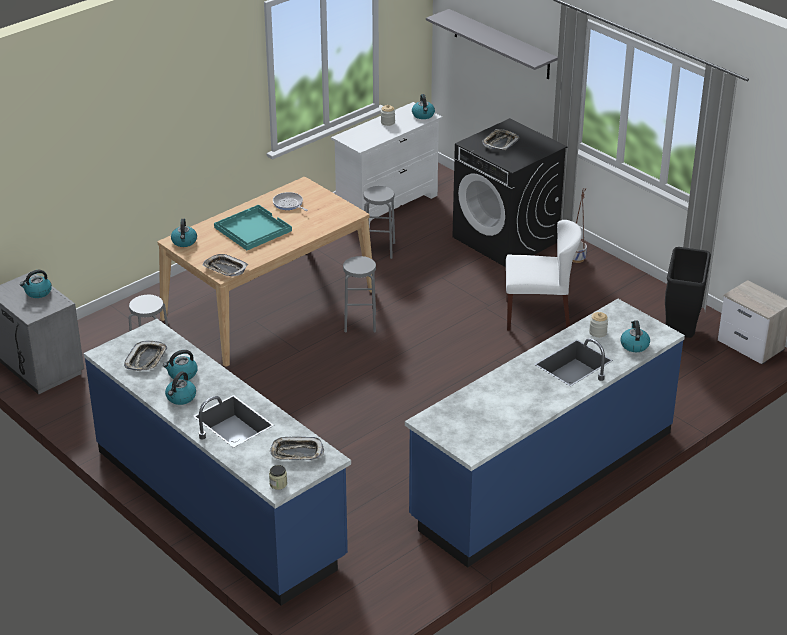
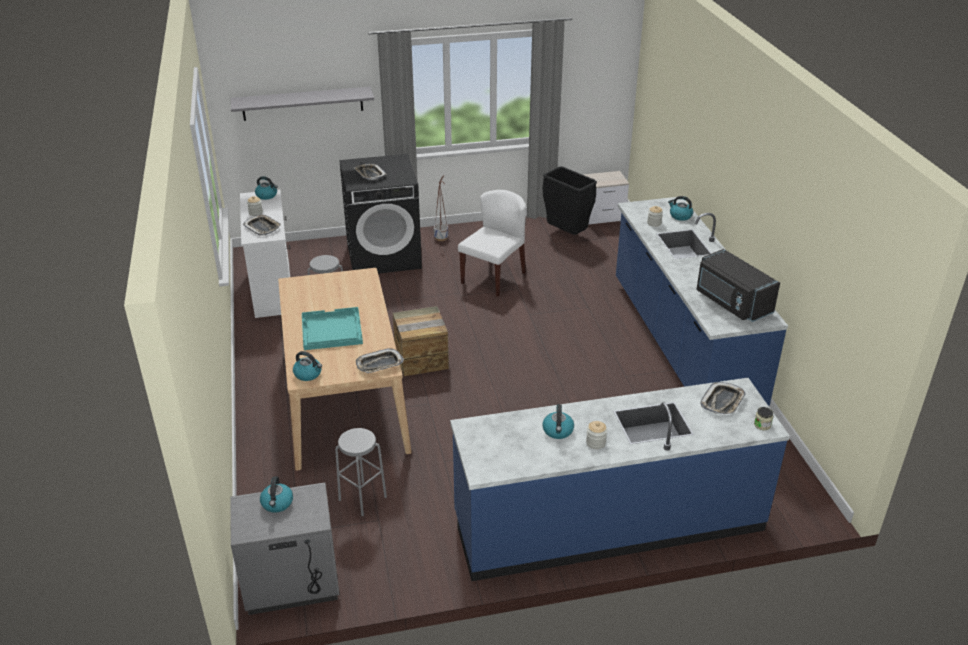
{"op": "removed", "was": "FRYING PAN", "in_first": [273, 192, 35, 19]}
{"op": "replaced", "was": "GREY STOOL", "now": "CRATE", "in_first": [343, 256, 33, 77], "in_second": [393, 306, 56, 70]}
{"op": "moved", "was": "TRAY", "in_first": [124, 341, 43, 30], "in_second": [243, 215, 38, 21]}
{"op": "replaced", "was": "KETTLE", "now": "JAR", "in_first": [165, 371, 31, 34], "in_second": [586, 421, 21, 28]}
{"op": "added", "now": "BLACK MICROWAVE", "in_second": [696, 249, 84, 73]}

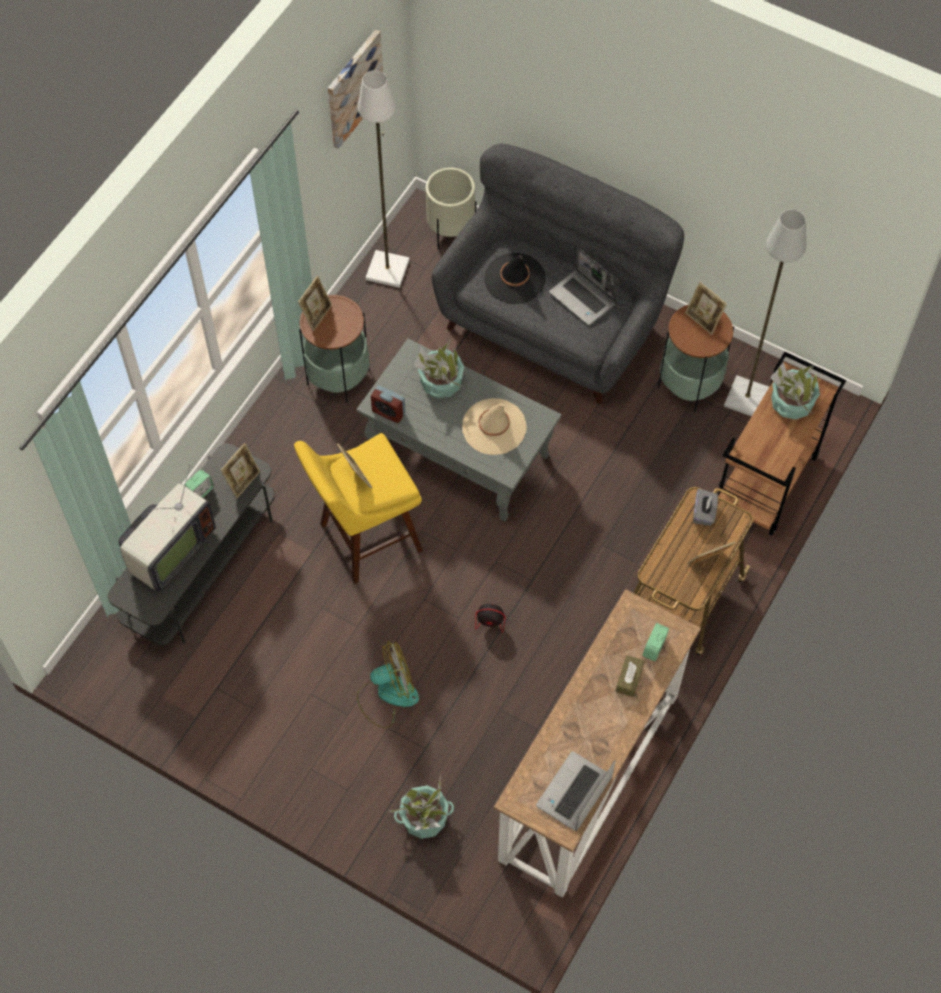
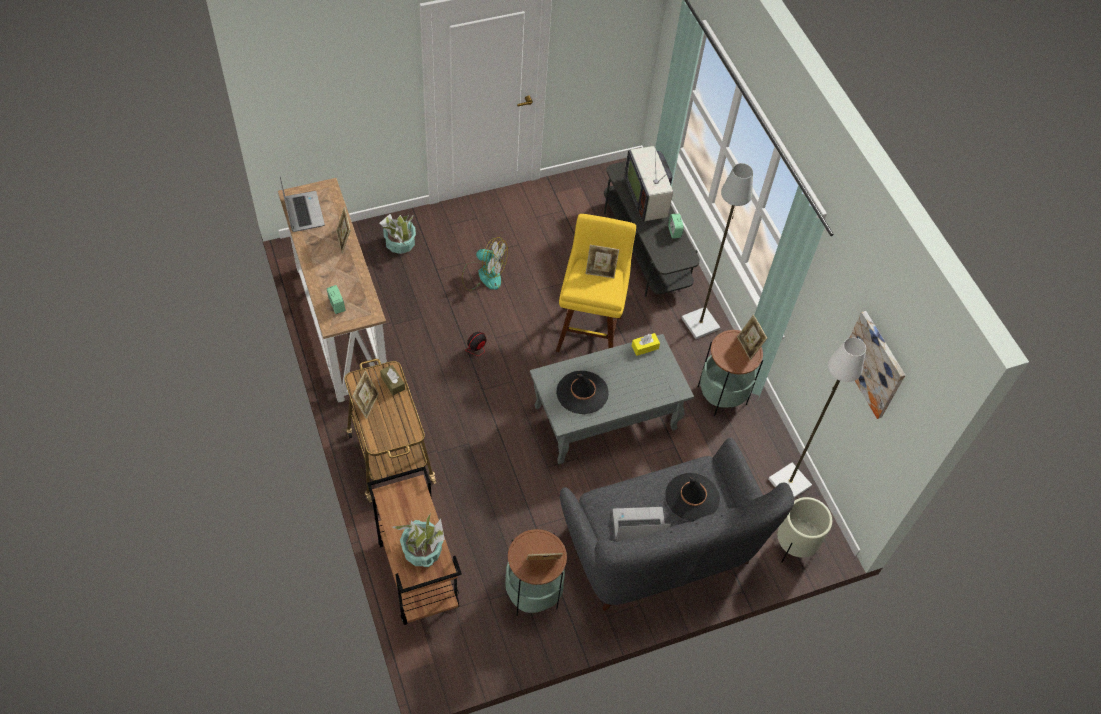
{"op": "moved", "was": "GREY FLOOR LAMP", "in_first": [724, 209, 82, 207], "in_second": [681, 163, 72, 176]}
{"op": "removed", "was": "POTTED PLANT", "in_first": [414, 341, 50, 57]}
{"op": "replaced", "was": "ALARM CLOCK", "now": "YELLOW TISSUE BOX", "in_first": [371, 385, 34, 38], "in_second": [632, 333, 28, 23]}
{"op": "recoloured", "was": "BEIGE HAT", "now": "BLACK HAT", "in_first": [462, 398, 65, 57], "in_second": [556, 371, 53, 43]}
{"op": "moved", "was": "PICTURE FRAME", "in_first": [221, 443, 39, 55], "in_second": [336, 207, 15, 46]}
{"op": "removed", "was": "GREY TISSUE BOX", "in_first": [693, 489, 25, 37]}
{"op": "turned", "was": "FAN", "in_first": [357, 641, 62, 88], "in_second": [462, 237, 46, 54], "clockwise": -90}
{"op": "moved", "was": "BROWN TISSUE BOX", "in_first": [616, 655, 28, 42], "in_second": [380, 365, 25, 30]}

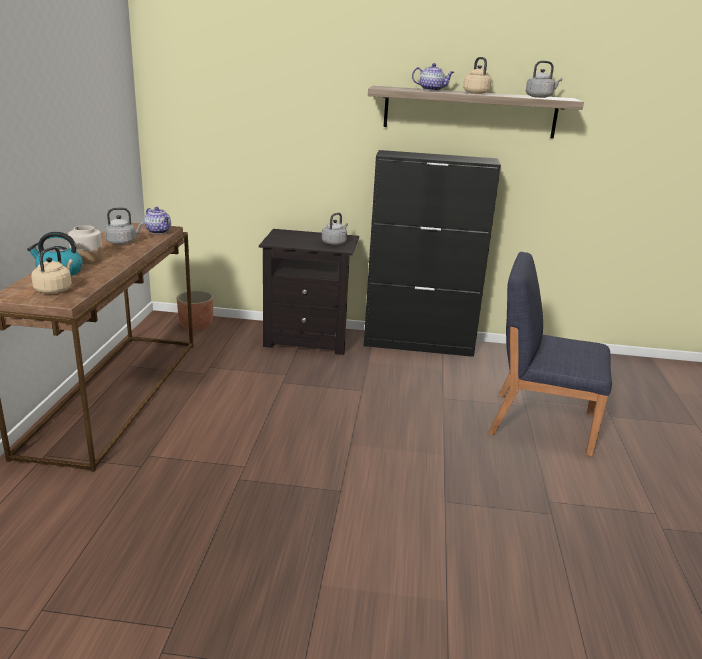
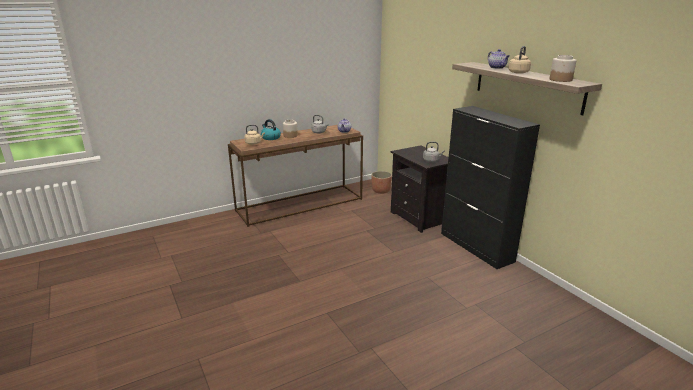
{"op": "replaced", "was": "GREY KETTLE", "now": "JAR", "in_first": [526, 61, 36, 37], "in_second": [550, 55, 26, 27]}
{"op": "removed", "was": "BLUE CHAIR", "in_first": [488, 252, 124, 205]}

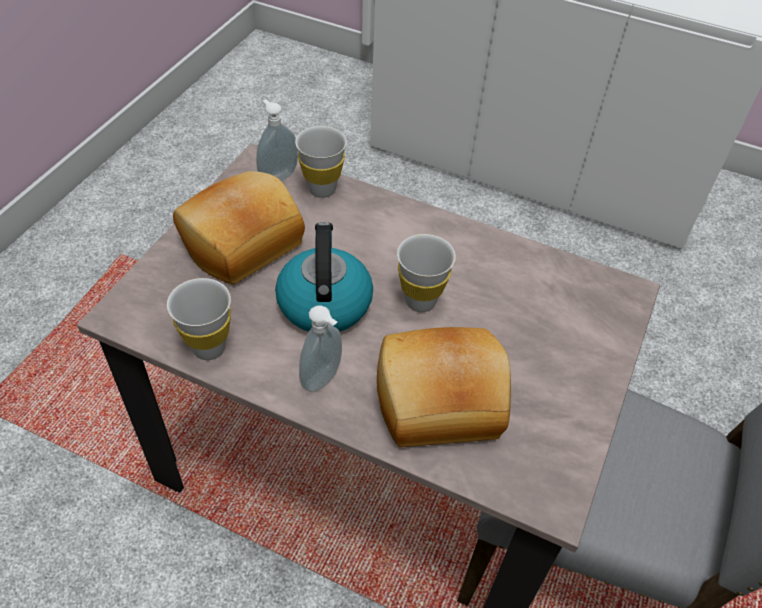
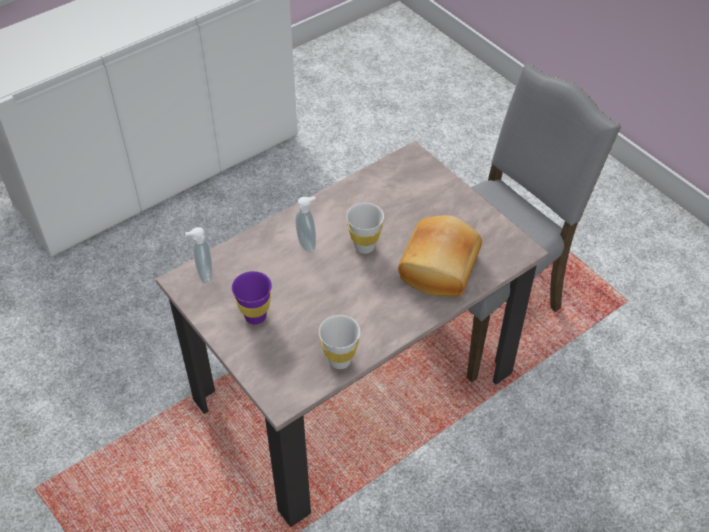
{"op": "removed", "was": "WHITE CUP", "in_first": [295, 126, 52, 72]}
{"op": "replaced", "was": "BREAD", "now": "PURPLE CUP", "in_first": [173, 171, 132, 113], "in_second": [232, 271, 40, 54]}
{"op": "removed", "was": "KETTLE", "in_first": [275, 222, 98, 110]}
{"op": "moved", "was": "SOAP DISPENSER", "in_first": [299, 305, 43, 88], "in_second": [296, 196, 20, 56]}

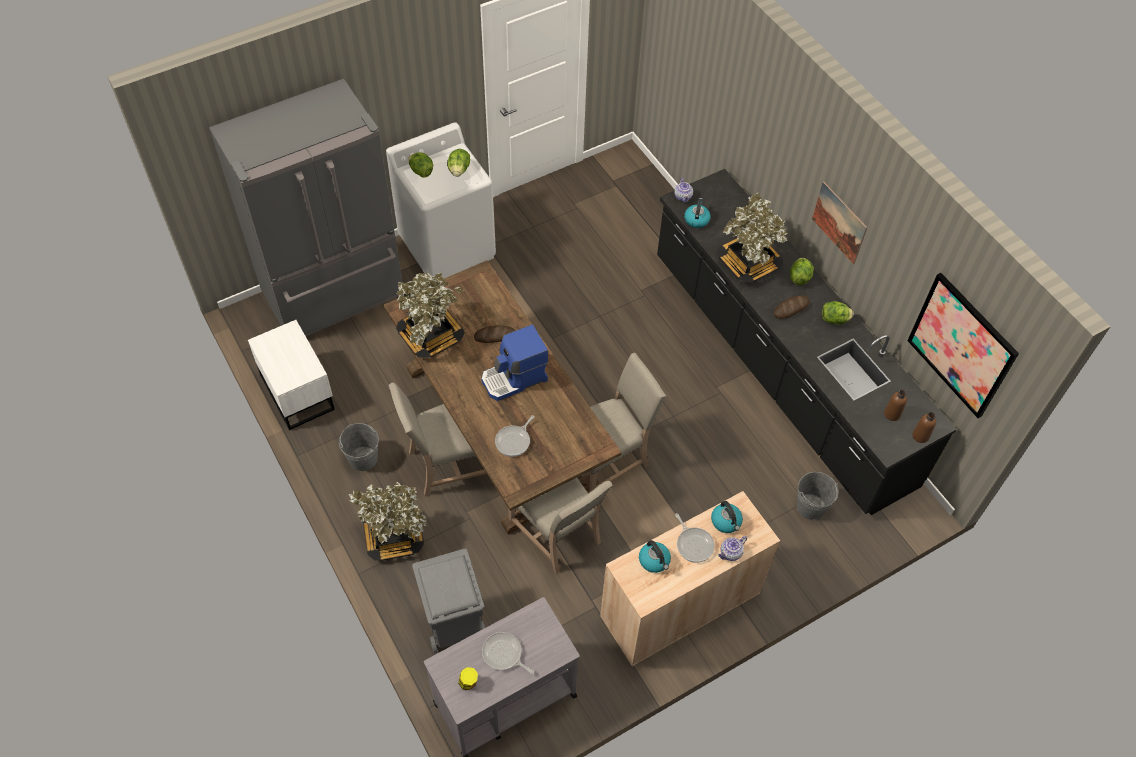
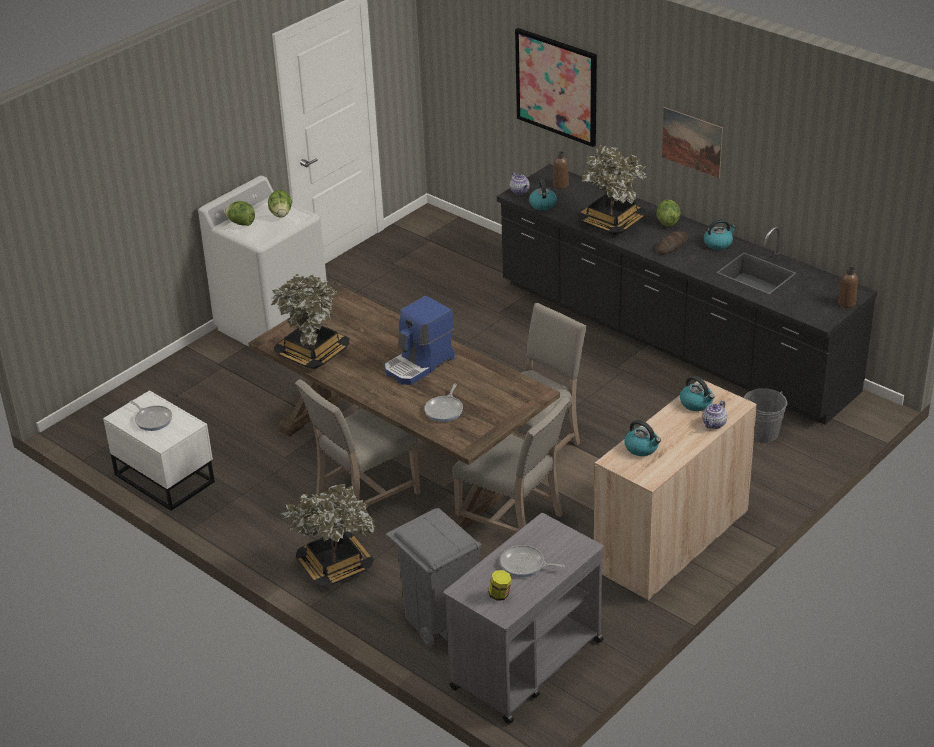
{"op": "removed", "was": "GREY FRIDGE", "in_first": [209, 79, 194, 257]}
{"op": "moved", "was": "PICTURE", "in_first": [907, 273, 112, 145], "in_second": [515, 28, 82, 119]}
{"op": "replaced", "was": "LETTUCE", "now": "KETTLE", "in_first": [822, 301, 31, 24], "in_second": [704, 219, 32, 31]}
{"op": "removed", "was": "BREAD", "in_first": [474, 325, 41, 18]}
{"op": "moved", "was": "BROWN BOTTLE", "in_first": [884, 390, 23, 31], "in_second": [553, 151, 16, 38]}
{"op": "removed", "was": "GREY BUCKET", "in_first": [339, 423, 40, 48]}
{"op": "moved", "was": "FRYING PAN", "in_first": [675, 513, 40, 50], "in_second": [129, 400, 43, 31]}

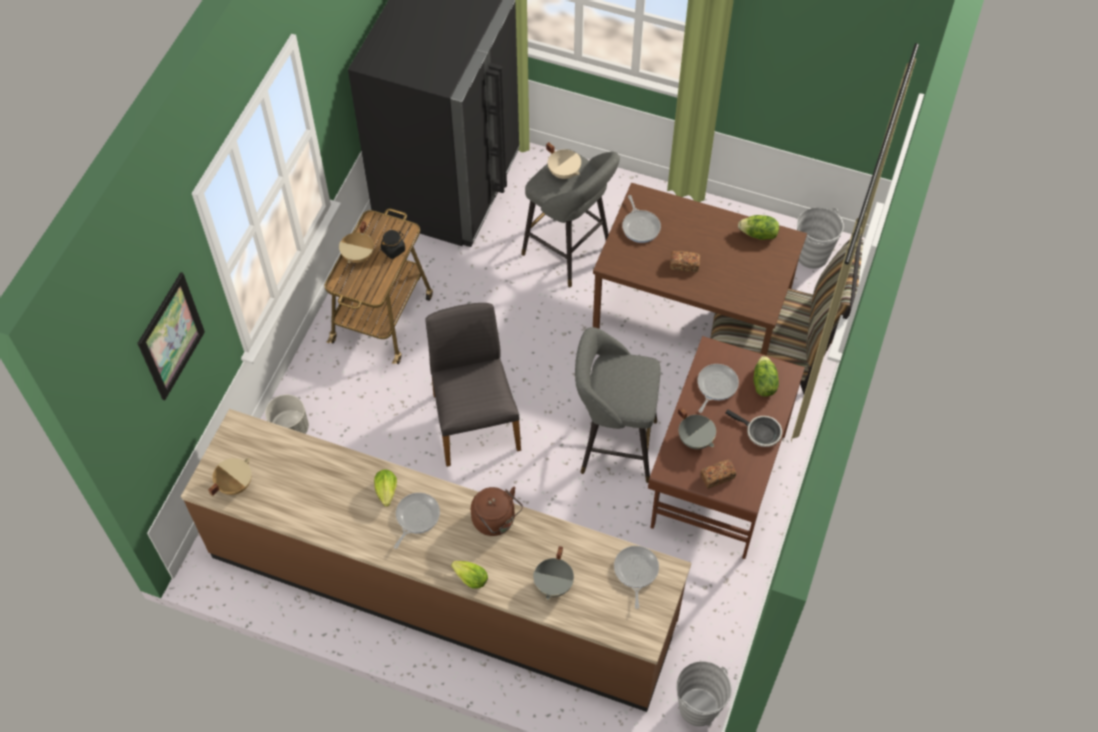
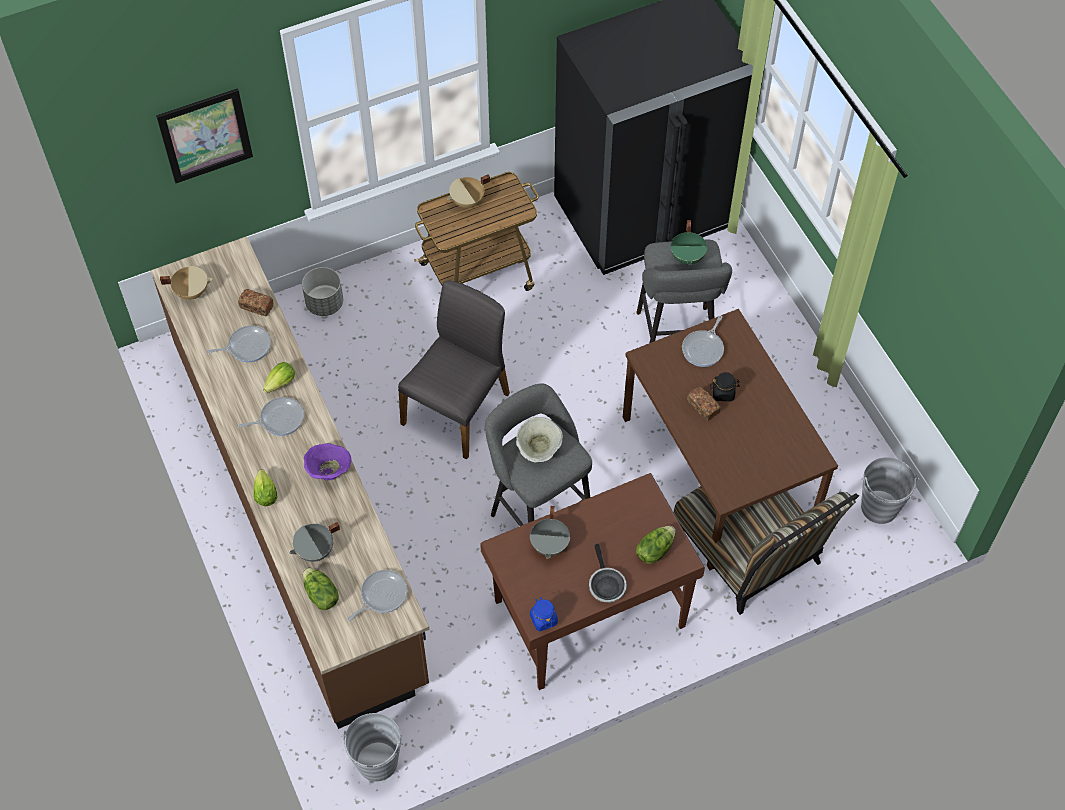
{"op": "recoloured", "was": "BEIGE COOKING POT", "now": "GREEN COOKING POT", "in_first": [546, 142, 35, 37], "in_second": [670, 220, 37, 45]}
{"op": "moved", "was": "LETTUCE", "in_first": [738, 215, 41, 25], "in_second": [303, 567, 36, 43]}
{"op": "moved", "was": "BLACK JAR", "in_first": [381, 230, 24, 29], "in_second": [710, 372, 30, 29]}
{"op": "moved", "was": "FRYING PAN", "in_first": [697, 364, 42, 49], "in_second": [206, 325, 65, 37]}
{"op": "moved", "was": "BREAD", "in_first": [700, 459, 36, 30], "in_second": [238, 289, 35, 28]}
{"op": "replaced", "was": "BROWN KETTLE", "now": "PURPLE BOWL", "in_first": [471, 487, 52, 49], "in_second": [304, 443, 48, 37]}
{"op": "added", "now": "BEIGE BOWL", "in_second": [516, 417, 47, 45]}
{"op": "added", "now": "BLUE JAR", "in_second": [530, 597, 28, 34]}

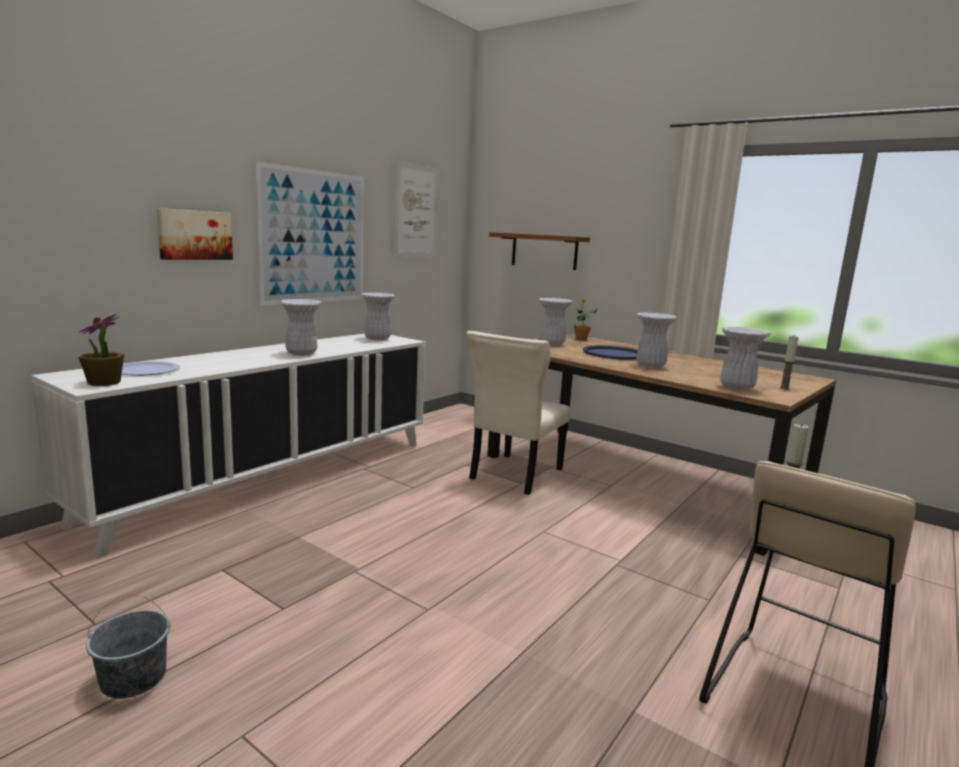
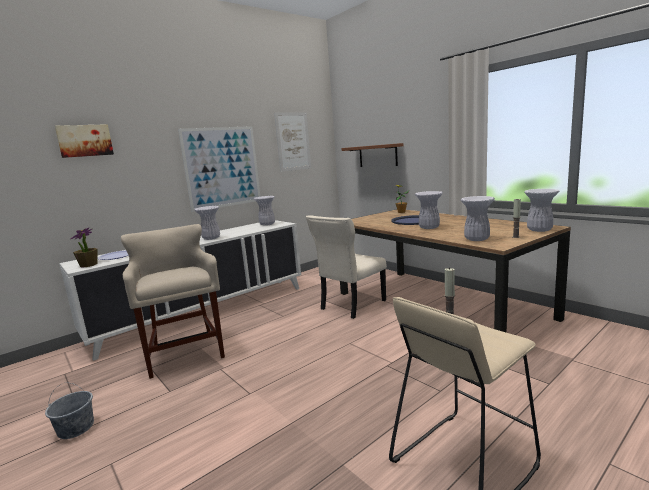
{"op": "moved", "was": "PICTURE", "in_first": [157, 208, 76, 52], "in_second": [55, 124, 59, 34]}
{"op": "moved", "was": "WHITE VASE", "in_first": [539, 298, 34, 47], "in_second": [524, 189, 35, 43]}
{"op": "added", "now": "BEIGE STOOL", "in_second": [121, 224, 104, 155]}

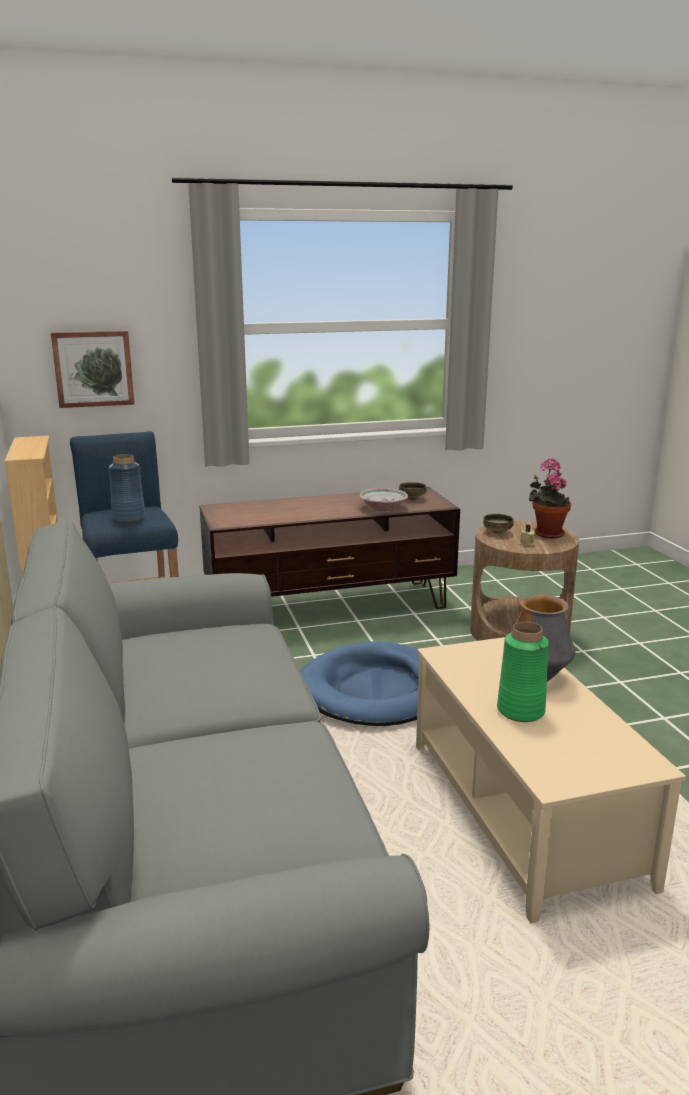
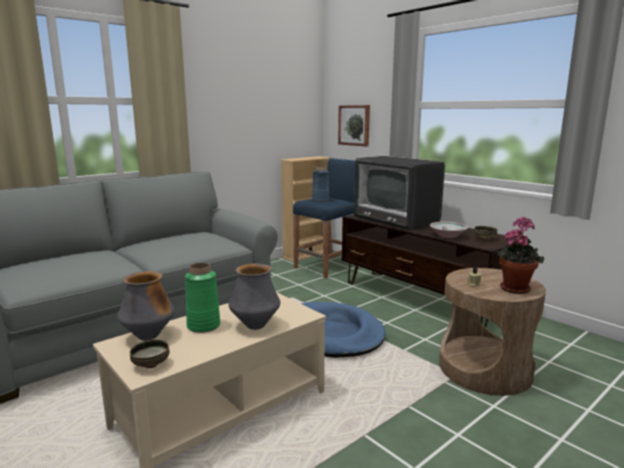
{"op": "moved", "was": "BOWL", "in_first": [483, 514, 31, 20], "in_second": [130, 339, 40, 29]}
{"op": "added", "now": "TELEVISION", "in_second": [354, 156, 91, 74]}
{"op": "added", "now": "VASE", "in_second": [117, 271, 58, 70]}

